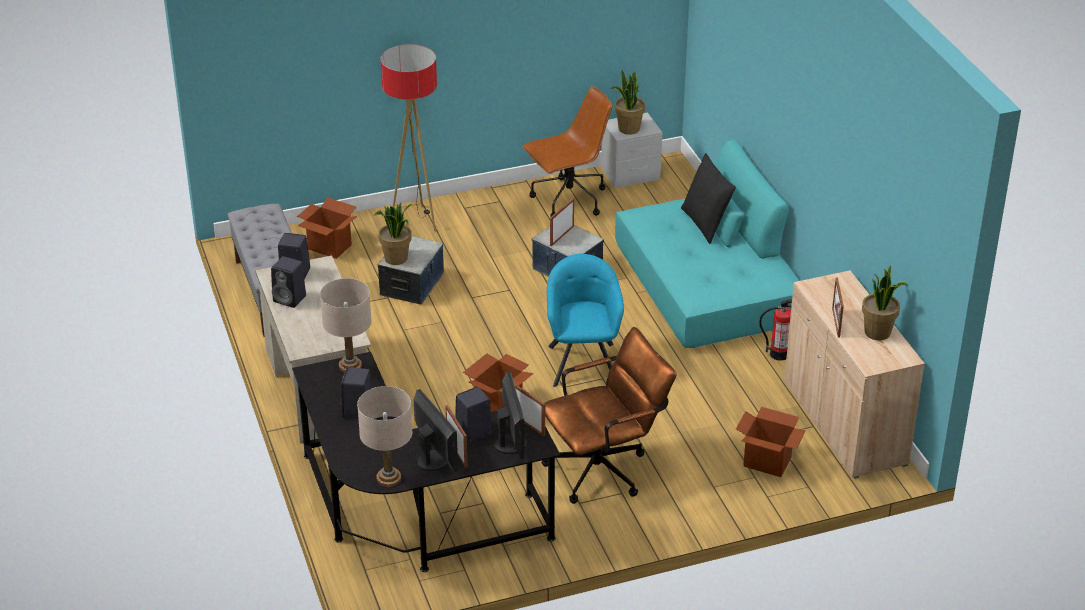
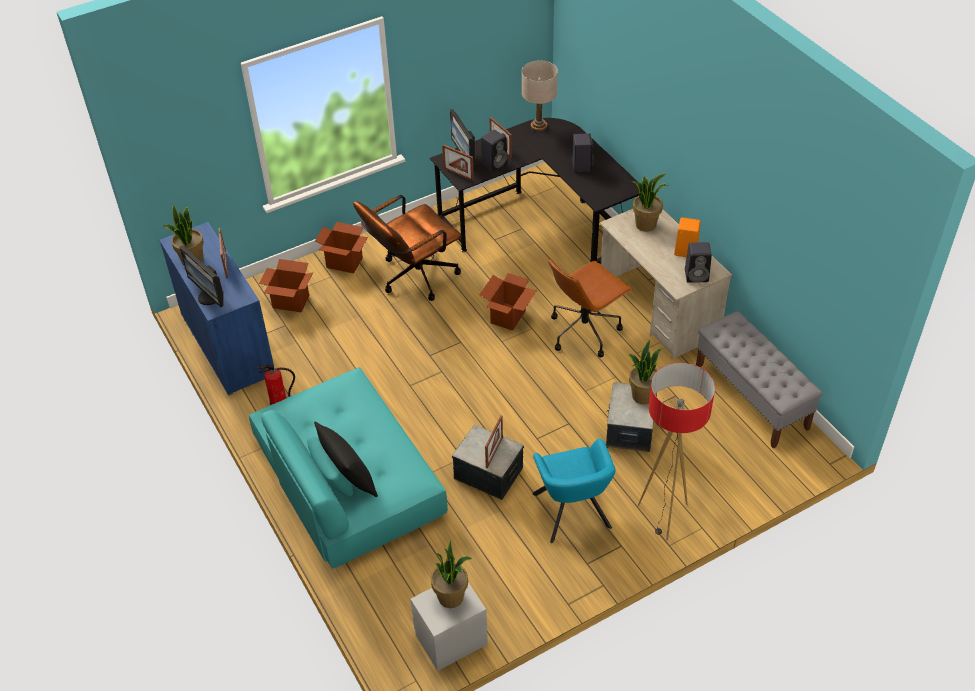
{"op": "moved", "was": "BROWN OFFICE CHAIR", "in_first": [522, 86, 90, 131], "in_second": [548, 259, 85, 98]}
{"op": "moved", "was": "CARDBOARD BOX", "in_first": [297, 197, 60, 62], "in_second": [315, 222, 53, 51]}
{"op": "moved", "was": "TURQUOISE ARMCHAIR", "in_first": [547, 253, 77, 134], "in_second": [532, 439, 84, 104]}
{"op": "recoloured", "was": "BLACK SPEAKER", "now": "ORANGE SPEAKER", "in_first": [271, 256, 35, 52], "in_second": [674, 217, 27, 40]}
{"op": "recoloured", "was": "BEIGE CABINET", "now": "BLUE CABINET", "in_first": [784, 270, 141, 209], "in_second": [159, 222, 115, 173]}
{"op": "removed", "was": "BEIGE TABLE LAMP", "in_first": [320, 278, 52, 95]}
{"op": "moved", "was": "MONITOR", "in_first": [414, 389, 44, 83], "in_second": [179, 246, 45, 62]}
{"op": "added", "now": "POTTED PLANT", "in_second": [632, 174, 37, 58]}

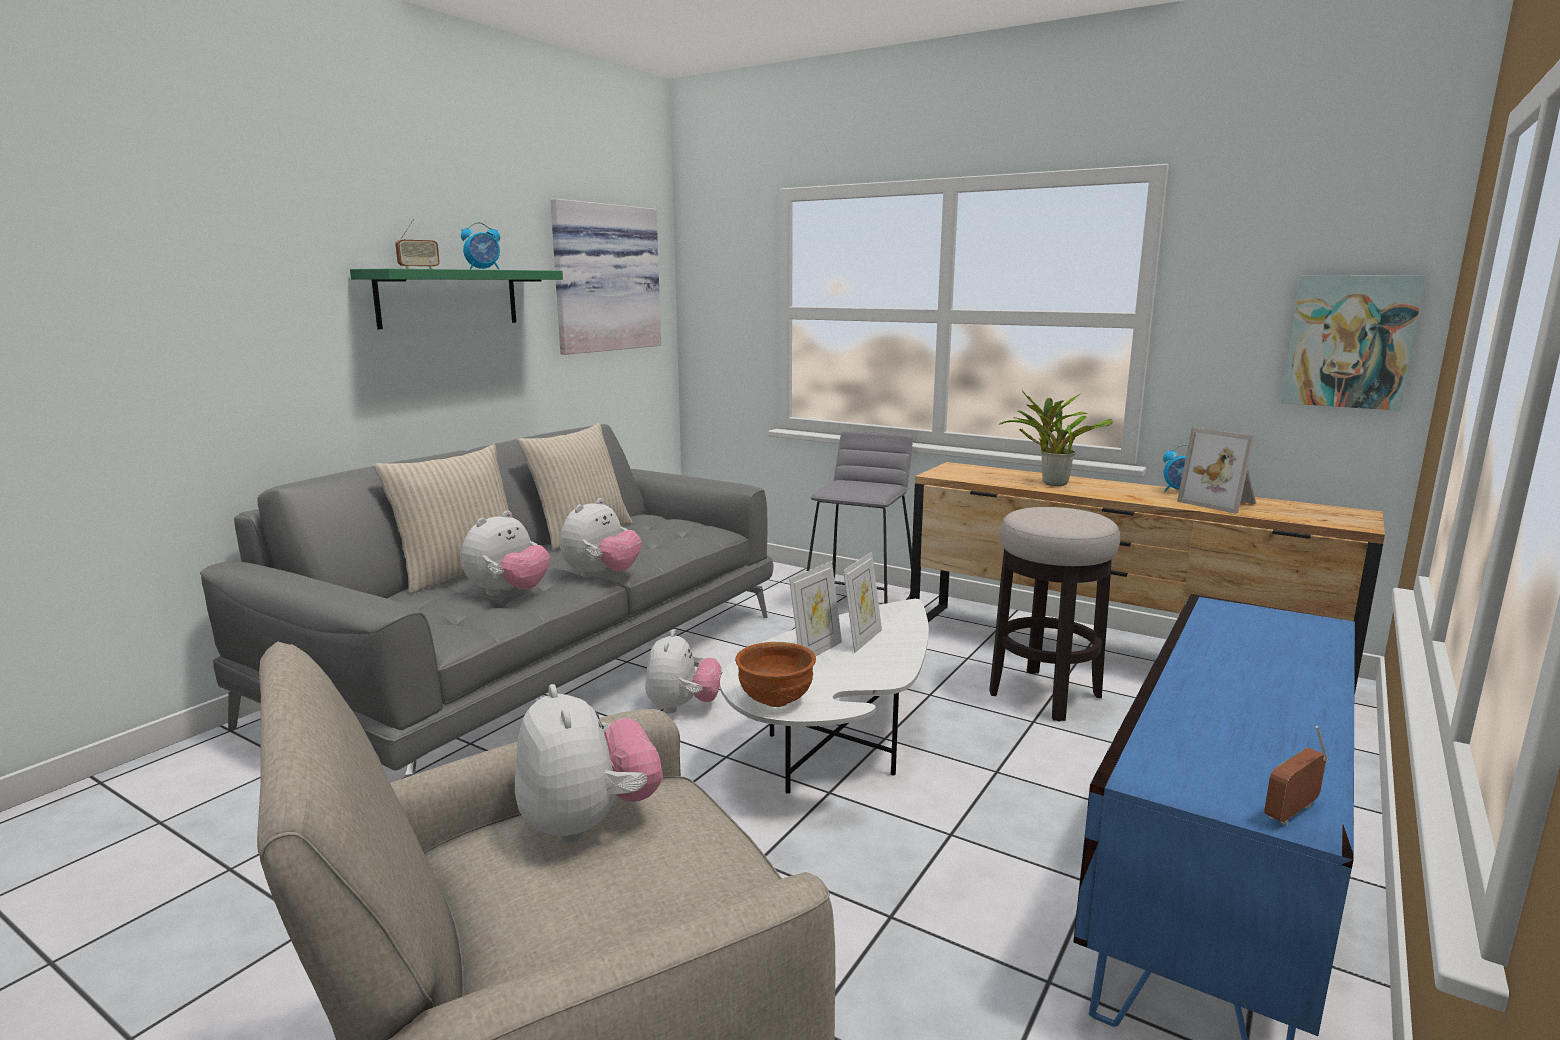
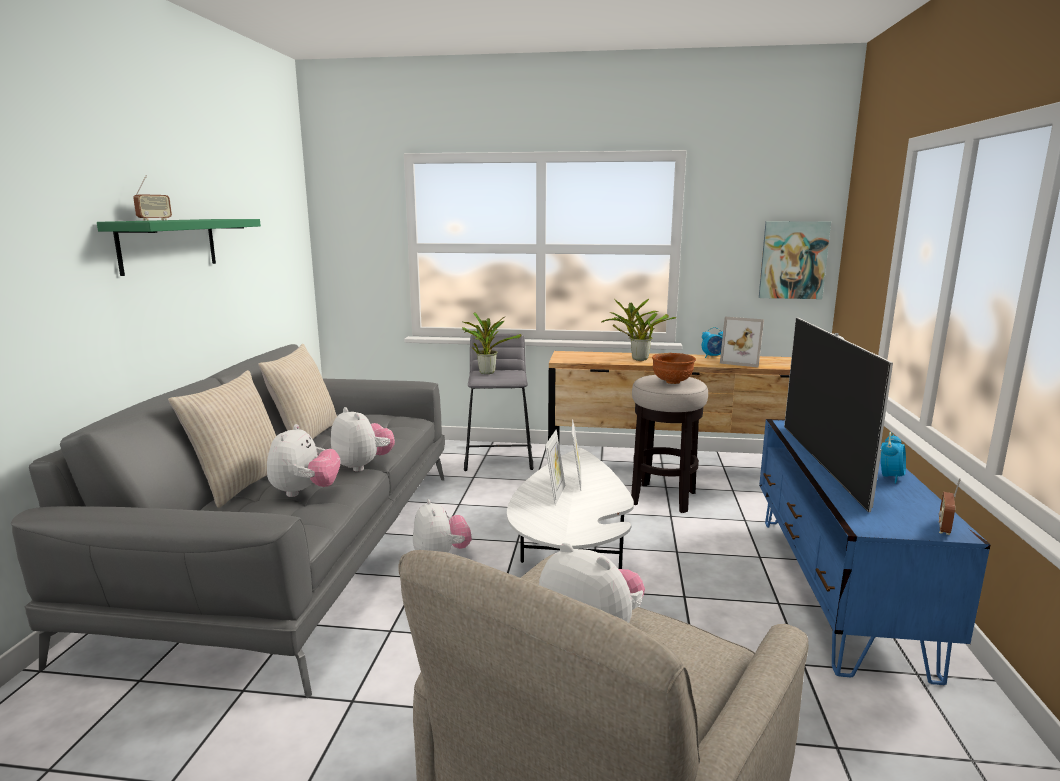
{"op": "removed", "was": "PICTURE", "in_first": [550, 199, 111, 156]}
{"op": "moved", "was": "ALARM CLOCK", "in_first": [461, 222, 39, 48], "in_second": [881, 432, 25, 52]}
{"op": "turned", "was": "PLUSH TOY", "in_first": [560, 498, 82, 80], "in_second": [331, 407, 64, 65], "clockwise": -45}
{"op": "moved", "was": "BROWN BOWL", "in_first": [735, 642, 81, 65], "in_second": [652, 353, 44, 31]}
{"op": "added", "now": "POTTED PLANT", "in_second": [462, 312, 59, 62]}
{"op": "added", "now": "TELEVISION", "in_second": [784, 318, 109, 194]}

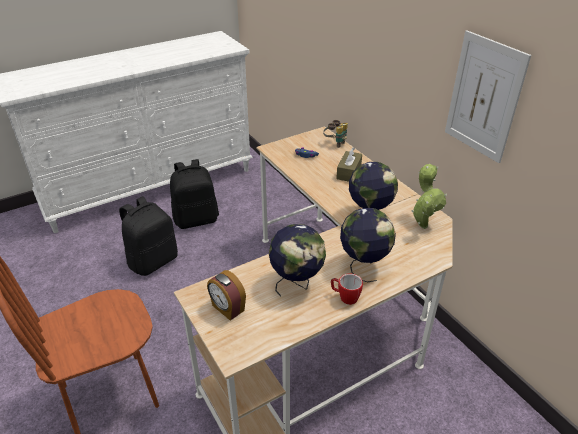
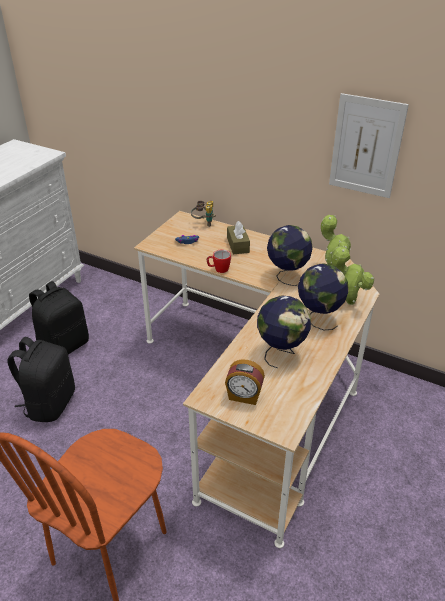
{"op": "moved", "was": "MUG", "in_first": [331, 273, 32, 32], "in_second": [207, 249, 24, 24]}
{"op": "added", "now": "POTTED PLANT", "in_second": [330, 246, 44, 59]}

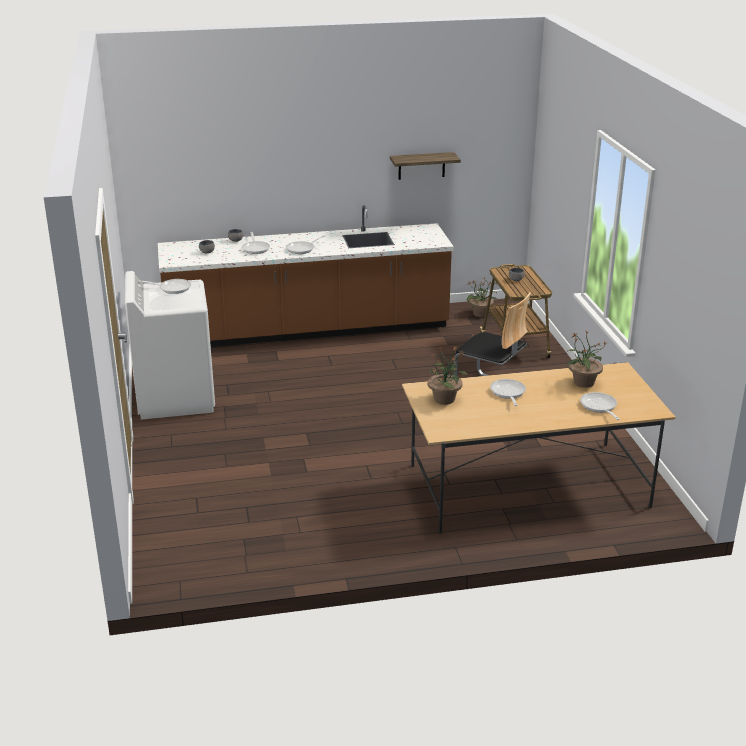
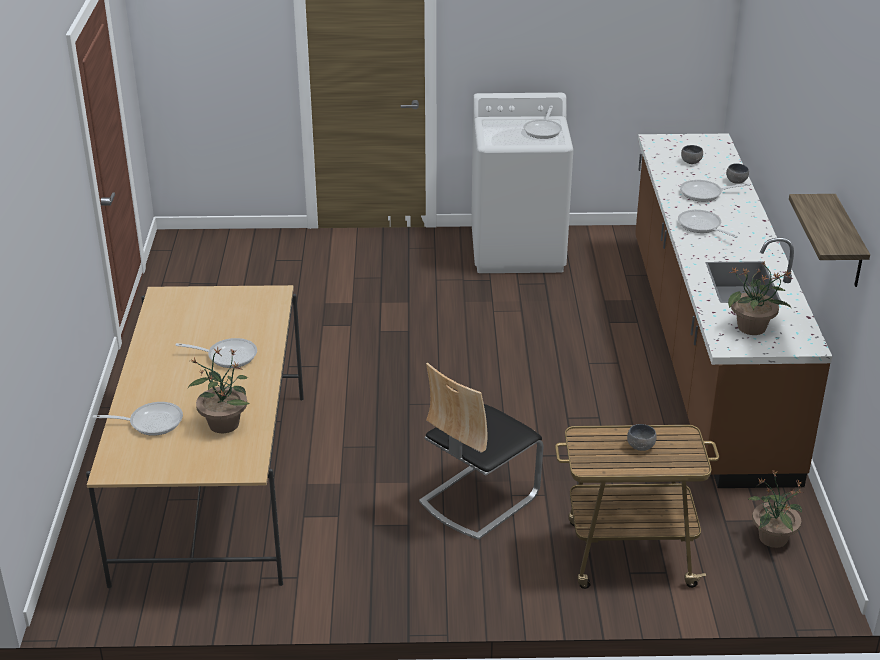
{"op": "moved", "was": "POTTED PLANT", "in_first": [428, 346, 40, 59], "in_second": [728, 262, 63, 73]}

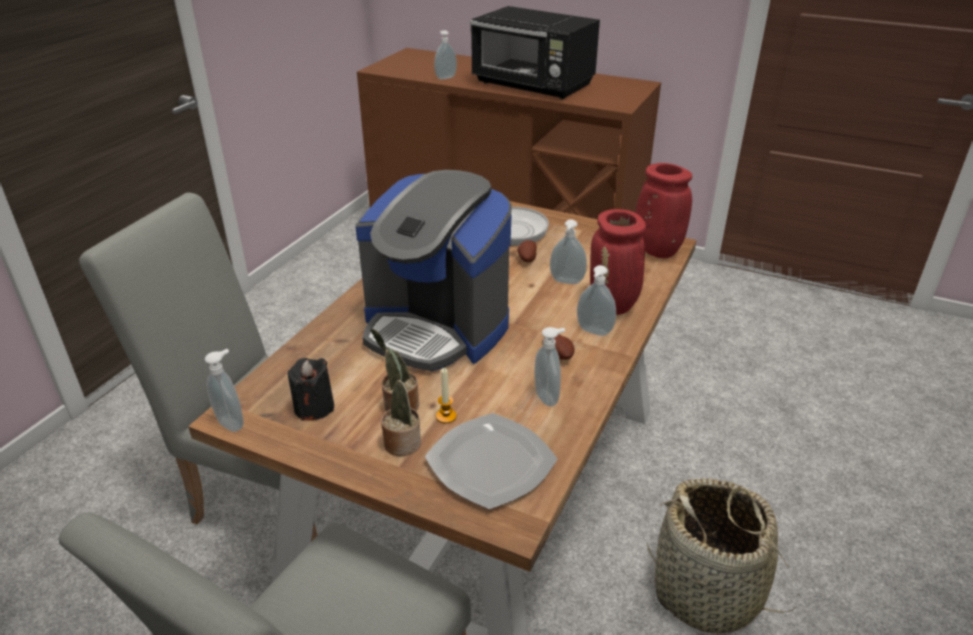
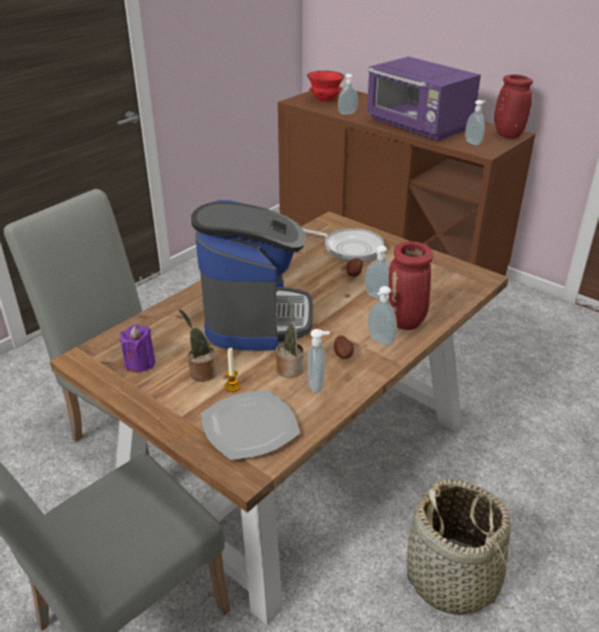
{"op": "recoloured", "was": "BLACK MICROWAVE", "now": "PURPLE MICROWAVE", "in_first": [470, 6, 130, 93], "in_second": [367, 57, 114, 84]}
{"op": "moved", "was": "RED VASE", "in_first": [635, 163, 57, 95], "in_second": [494, 75, 39, 64]}
{"op": "turned", "was": "COFFEE MACHINE", "in_first": [356, 170, 156, 201], "in_second": [191, 200, 122, 151], "clockwise": -135}
{"op": "moved", "was": "POTTED PLANT", "in_first": [381, 347, 40, 109], "in_second": [276, 297, 28, 81]}
{"op": "moved", "was": "SOAP DISPENSER", "in_first": [205, 349, 39, 83], "in_second": [465, 100, 20, 45]}
{"op": "recoloured", "was": "BLACK CANDLE", "now": "PURPLE CANDLE", "in_first": [288, 358, 46, 63], "in_second": [120, 324, 35, 48]}
{"op": "added", "now": "RED BOWL", "in_second": [307, 71, 38, 31]}

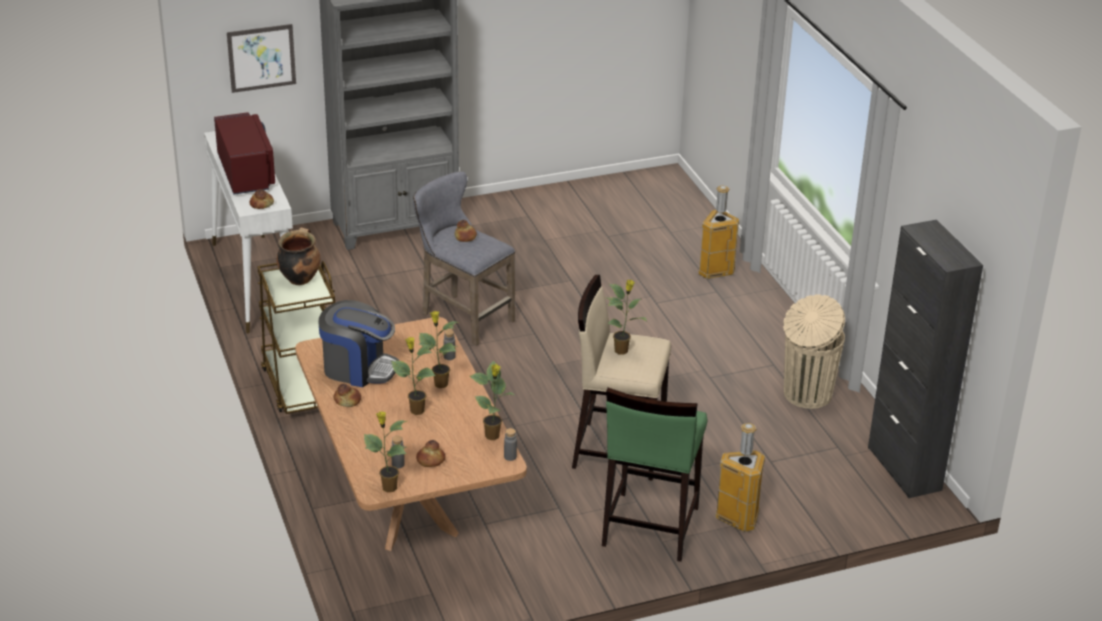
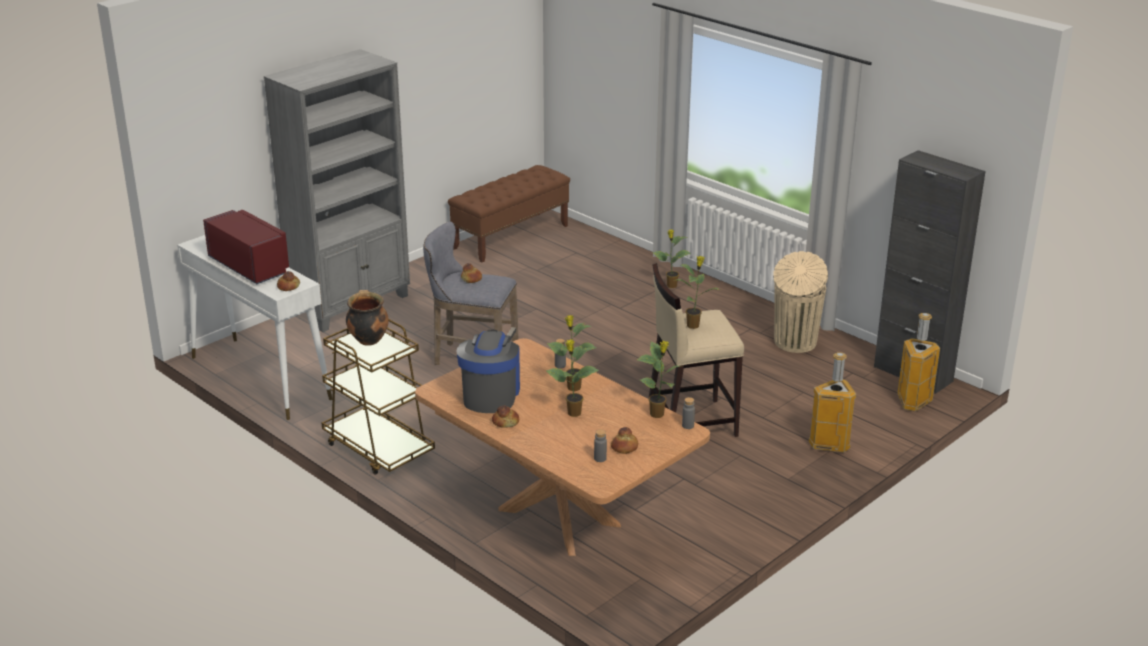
{"op": "removed", "was": "PICTURE", "in_first": [227, 24, 69, 69]}
{"op": "moved", "was": "TRASH CAN", "in_first": [698, 185, 41, 94], "in_second": [897, 313, 43, 99]}
{"op": "turned", "was": "COFFEE MACHINE", "in_first": [319, 300, 80, 87], "in_second": [457, 330, 63, 83], "clockwise": -75}
{"op": "removed", "was": "GREEN STOOL", "in_first": [602, 388, 105, 174]}
{"op": "moved", "was": "POTTED PLANT", "in_first": [364, 411, 43, 81], "in_second": [652, 229, 39, 59]}
{"op": "added", "now": "BROWN BENCH", "in_second": [448, 165, 122, 97]}

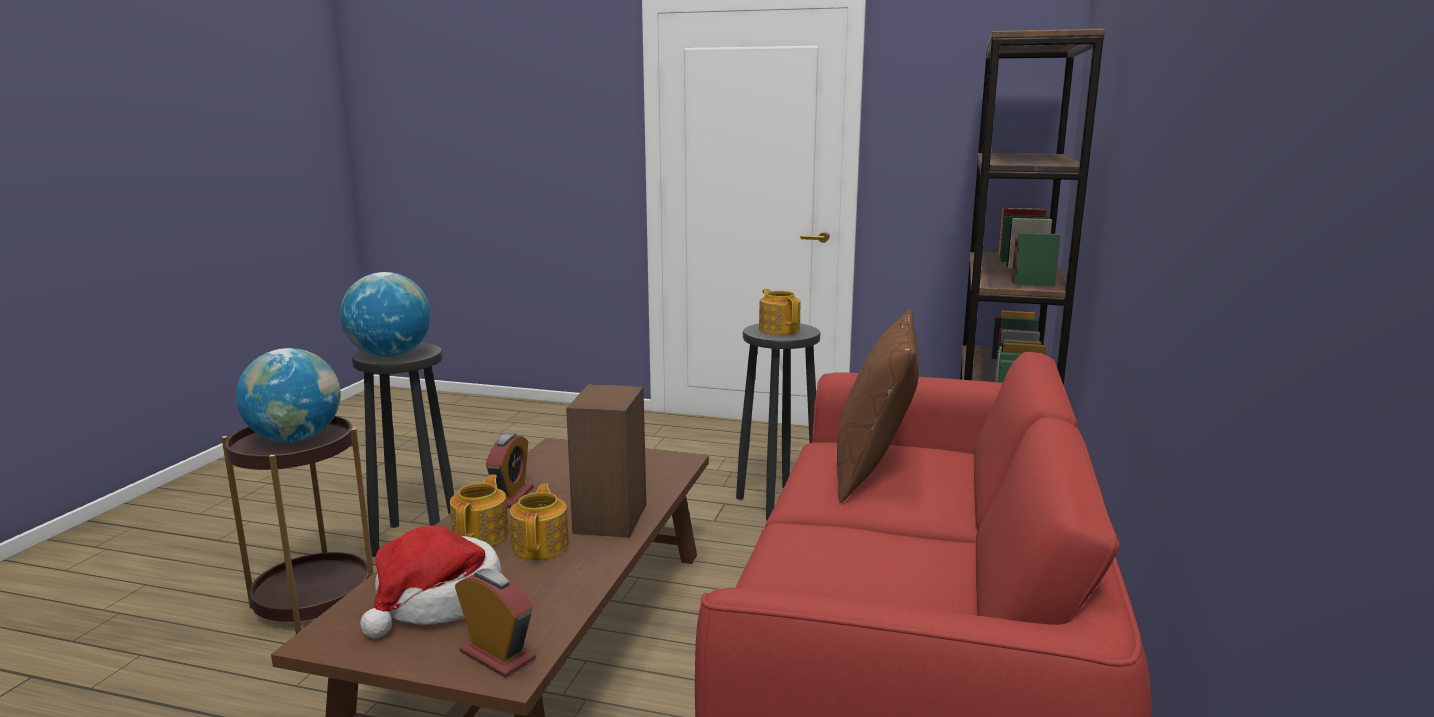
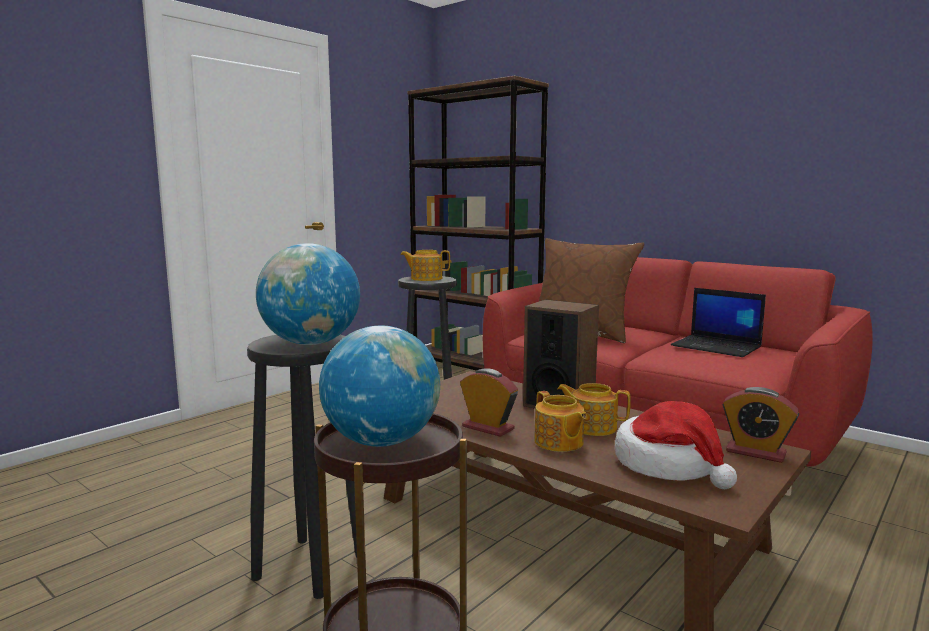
{"op": "turned", "was": "TEAPOT", "in_first": [450, 475, 59, 71], "in_second": [534, 391, 53, 61], "clockwise": -150}
{"op": "turned", "was": "ALARM CLOCK", "in_first": [455, 569, 81, 109], "in_second": [723, 387, 76, 76], "clockwise": -120}
{"op": "added", "now": "LAPTOP", "in_second": [671, 288, 95, 69]}

